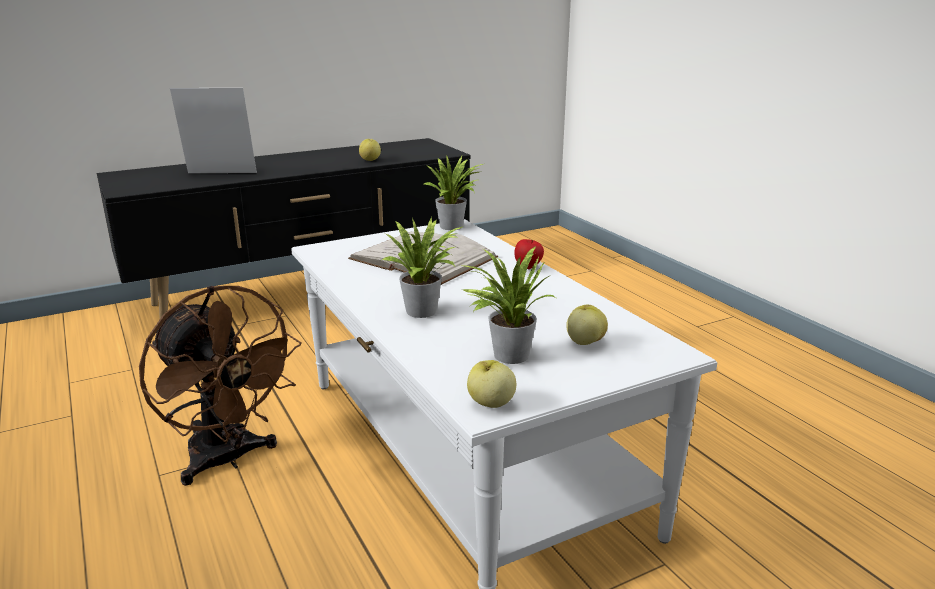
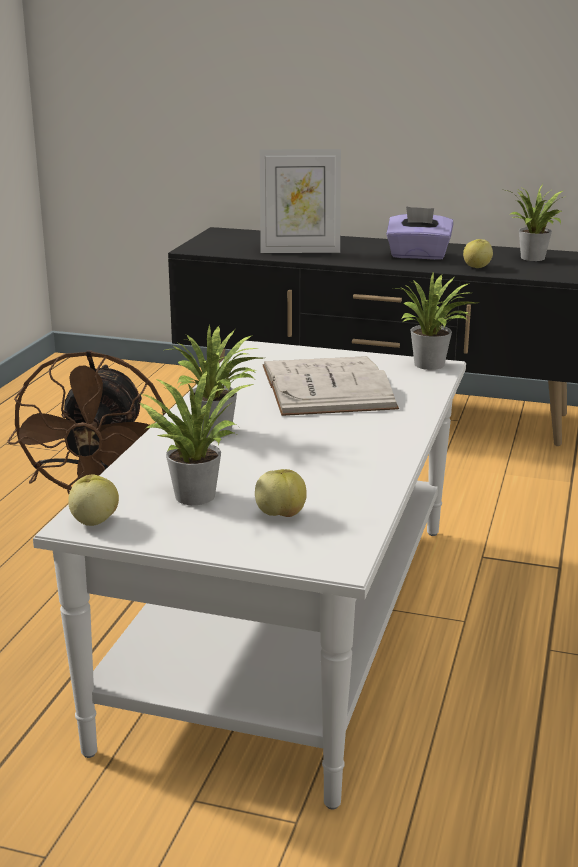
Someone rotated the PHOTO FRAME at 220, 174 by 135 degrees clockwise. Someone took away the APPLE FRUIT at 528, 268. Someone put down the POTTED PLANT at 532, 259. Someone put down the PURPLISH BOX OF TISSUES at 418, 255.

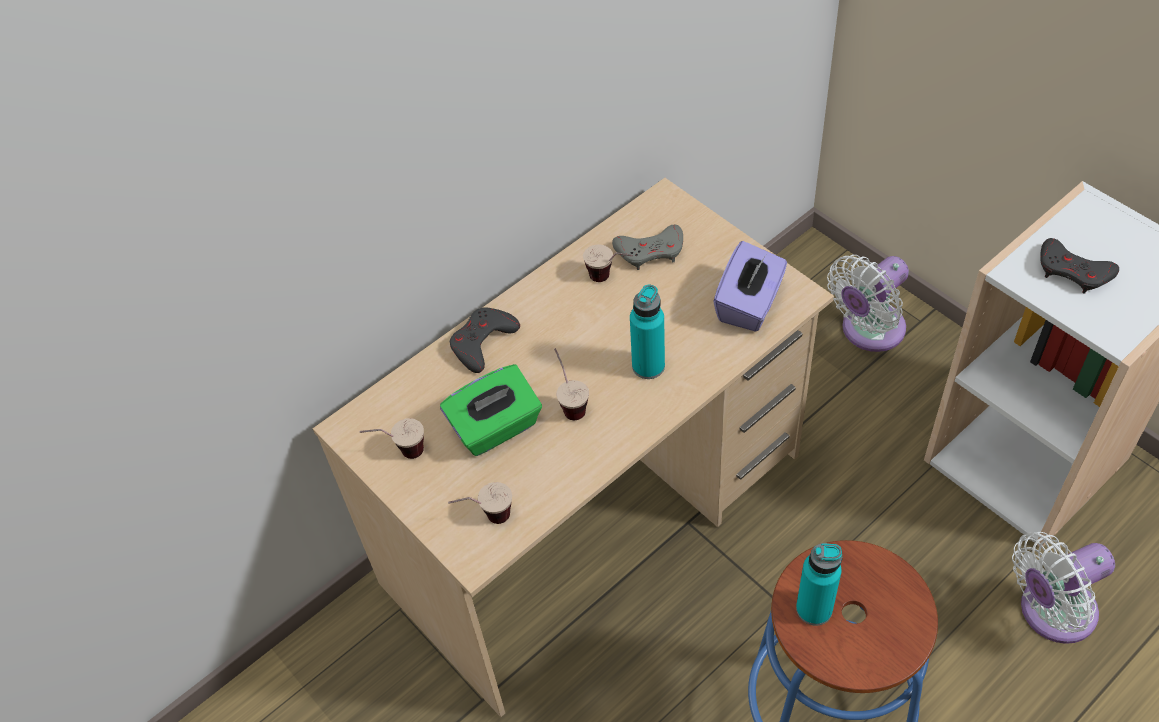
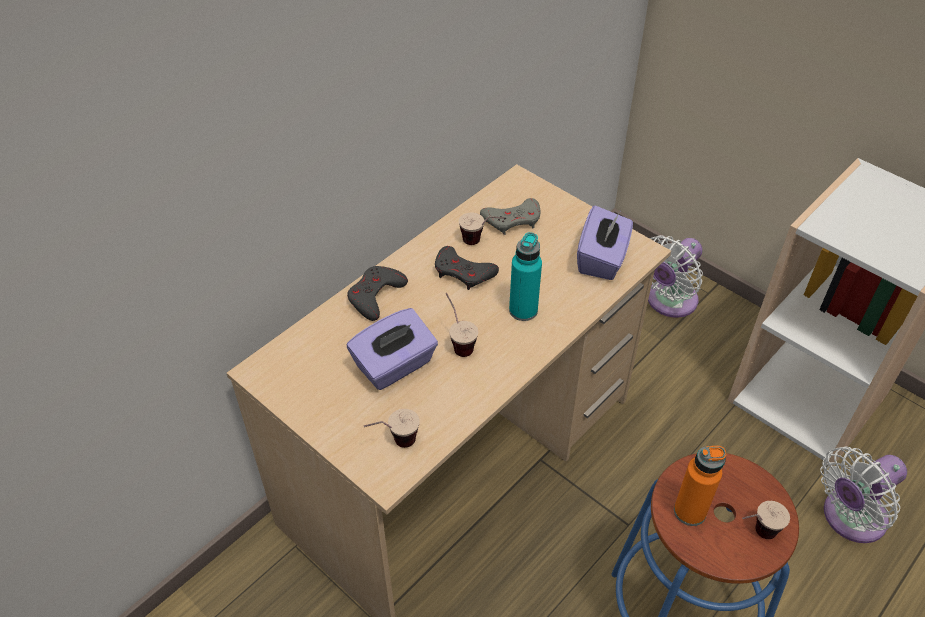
Someone carried the GREYISH GAME CONTROLLER from 1073, 271 to 463, 272. Someone repainted the GREENISH BOX OF TISSUES at 496, 428, which became the PURPLISH BOX OF TISSUES at 395, 366. Someone carried the CUP from 399, 453 to 754, 534. Someone repainted the TURQUOISE-COLOURED BEVERAGE BOTTLE at 814, 609, which became the ORANGE-COLOURED BEVERAGE BOTTLE at 689, 511.

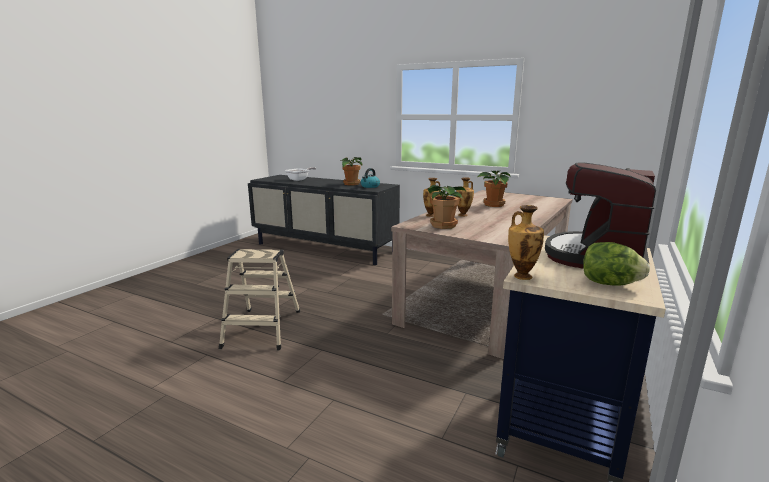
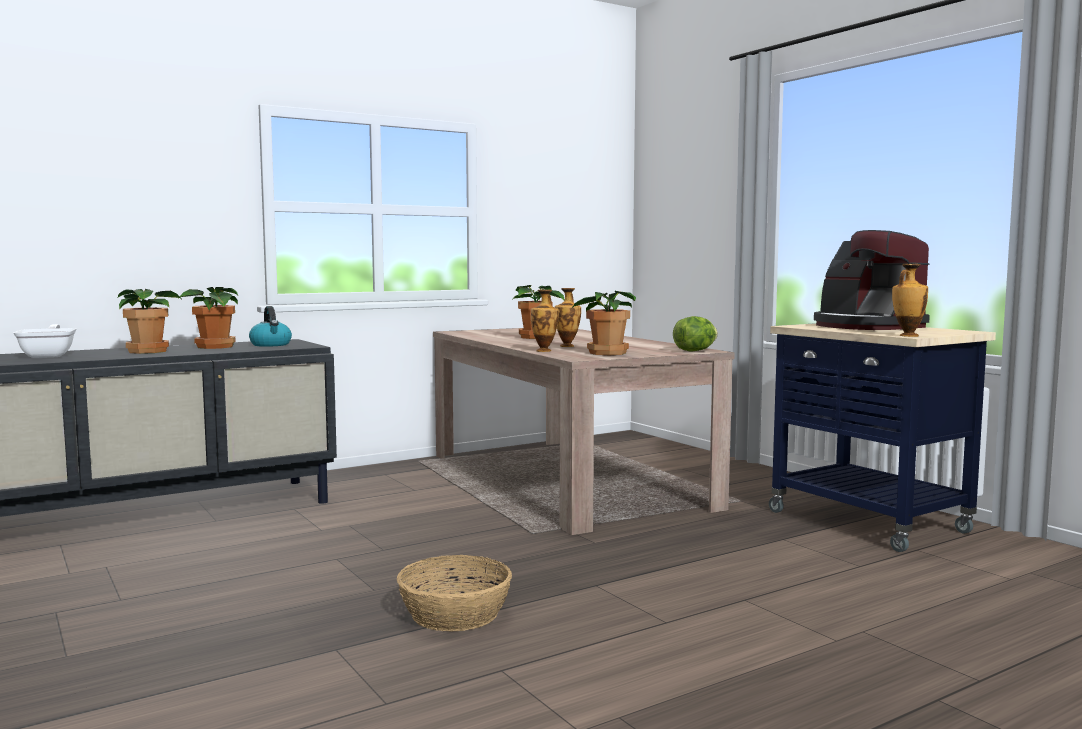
Someone carried the LETTUCE HEAD from 609, 284 to 695, 351. Someone swapped the SAND-COLOURED STEP STOOL at 263, 328 for the HOUSEHOLD BASKET at 454, 613. Someone put down the POTTED PLANT at 148, 351.

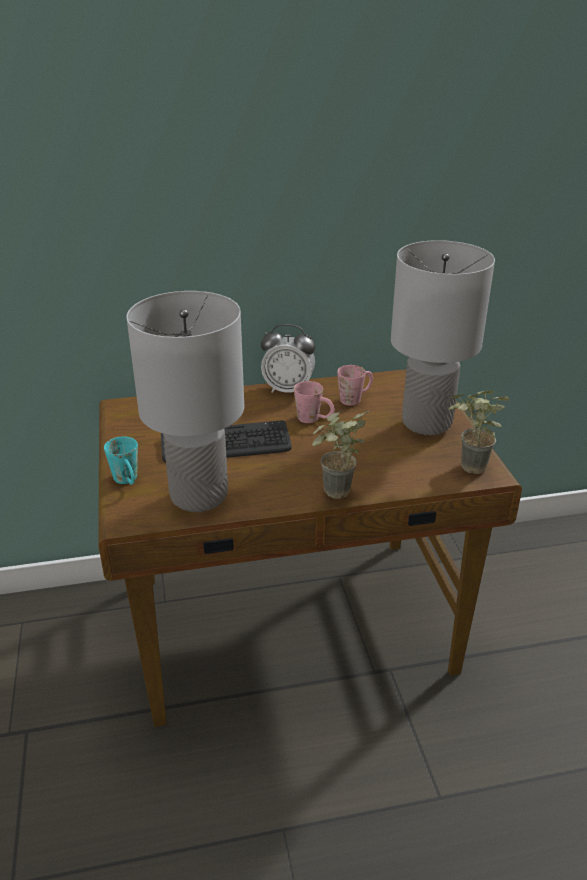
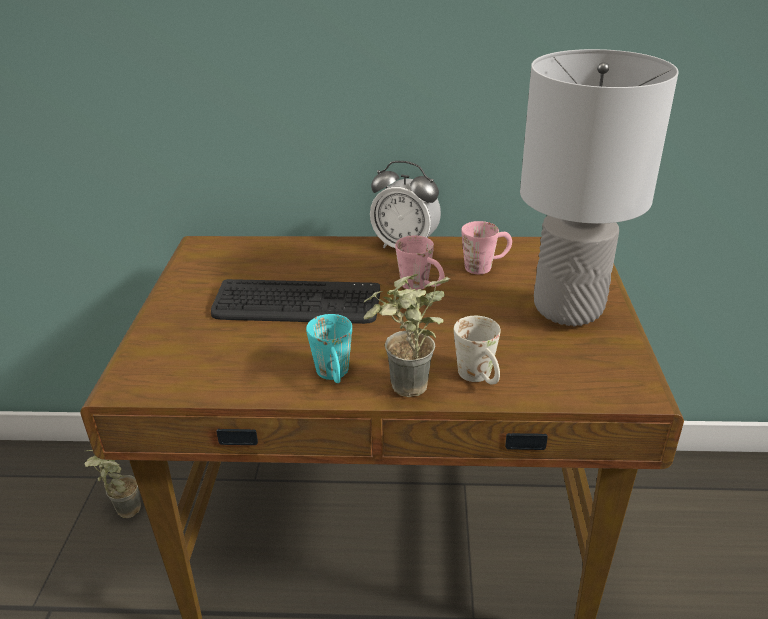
Someone took away the GREYISH LAMP FOR A TABLE at 200, 500. Someone carried the POTTED PLANT from 467, 469 to 121, 511. Someone carried the TURQUOISE-COLOURED COFFEE MUG from 128, 481 to 335, 376. Someone put down the WHITE COFFEE MUG at 480, 378.

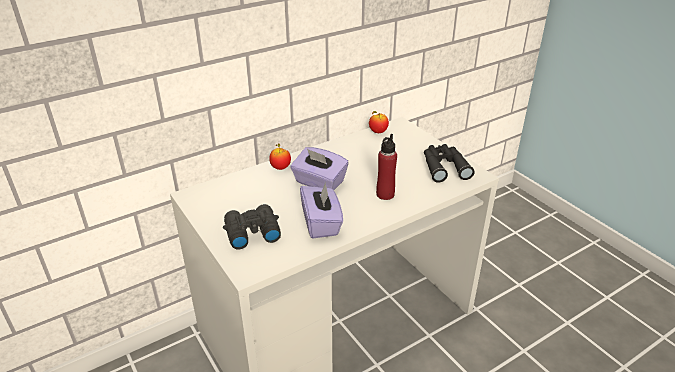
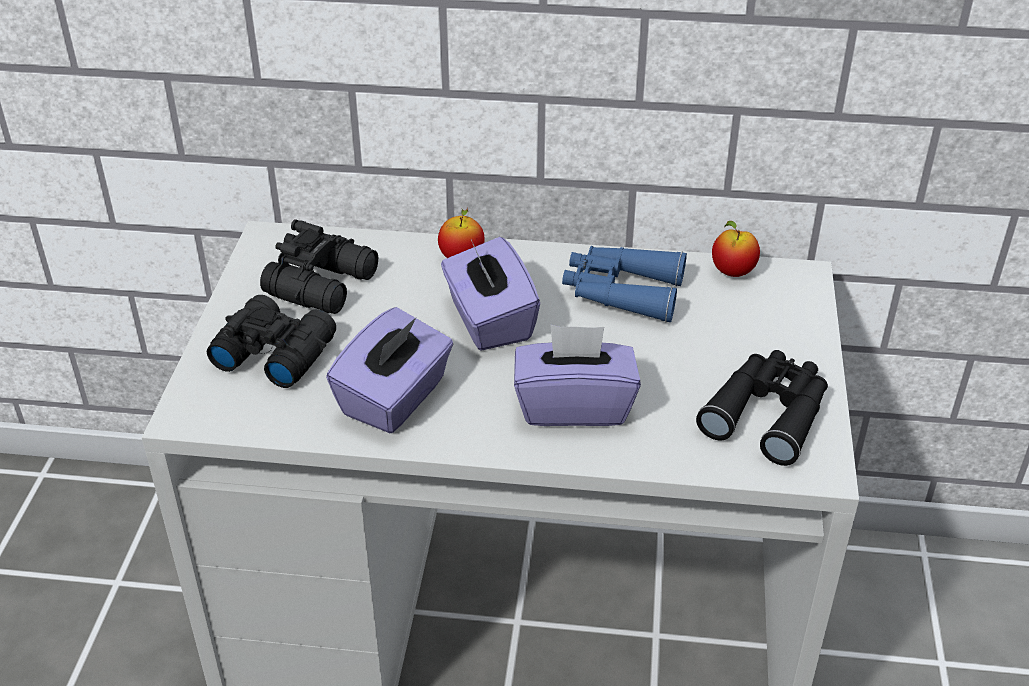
Someone swapped the REDDISH BEVERAGE BOTTLE at 385, 194 for the PURPLISH BOX OF TISSUES at 574, 405. Someone put down the BLACK FIELD GLASSES at 325, 284. Someone put down the BLUE FIELD GLASSES at 621, 292.

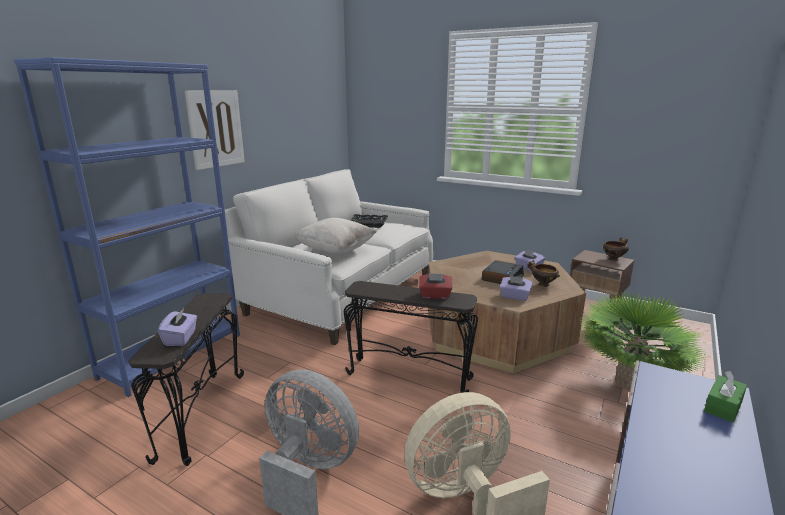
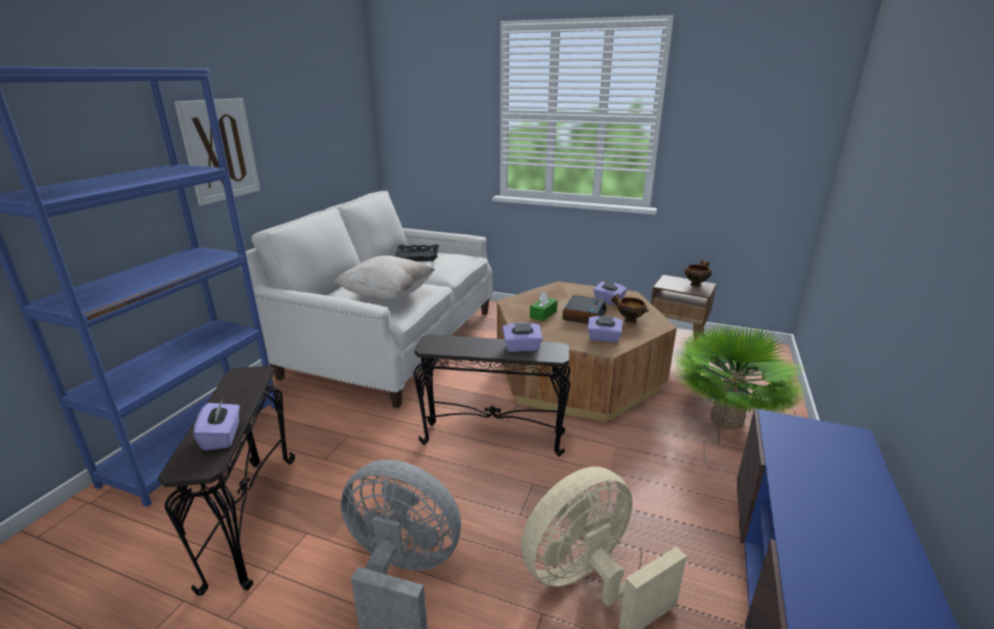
Someone repainted the REDDISH BOX OF TISSUES at 435, 295, which became the PURPLISH BOX OF TISSUES at 522, 348. Someone carried the GREENISH BOX OF TISSUES from 723, 406 to 543, 314.

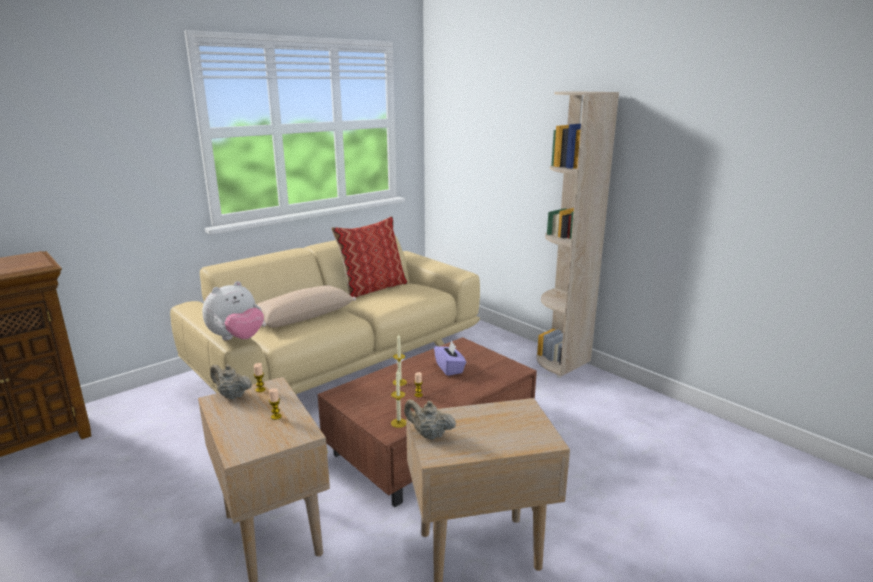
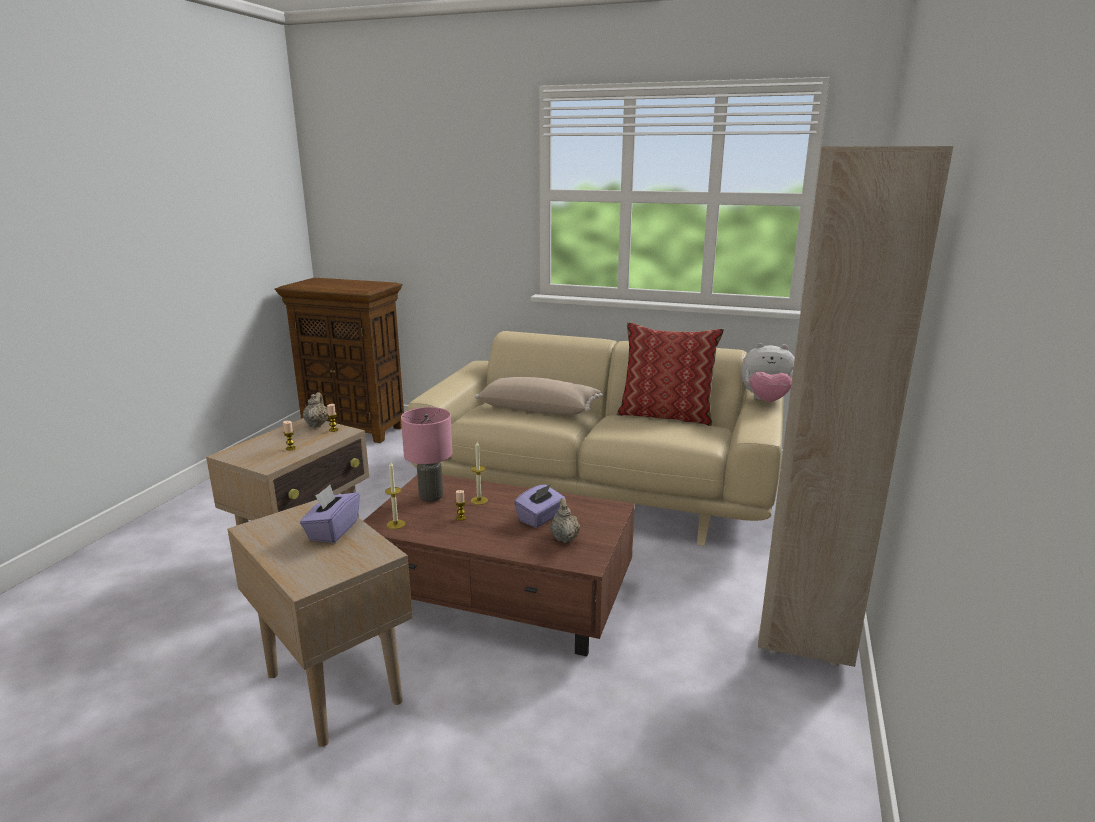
Someone carried the CUDDLY TOY from 237, 338 to 766, 401. Someone carried the SAND-COLOURED POT FOR TEA from 429, 434 to 564, 537. Someone put down the PINK-COLOURED LAMP FOR A TABLE at 430, 498. Someone put down the PURPLISH BOX OF TISSUES at 332, 530.

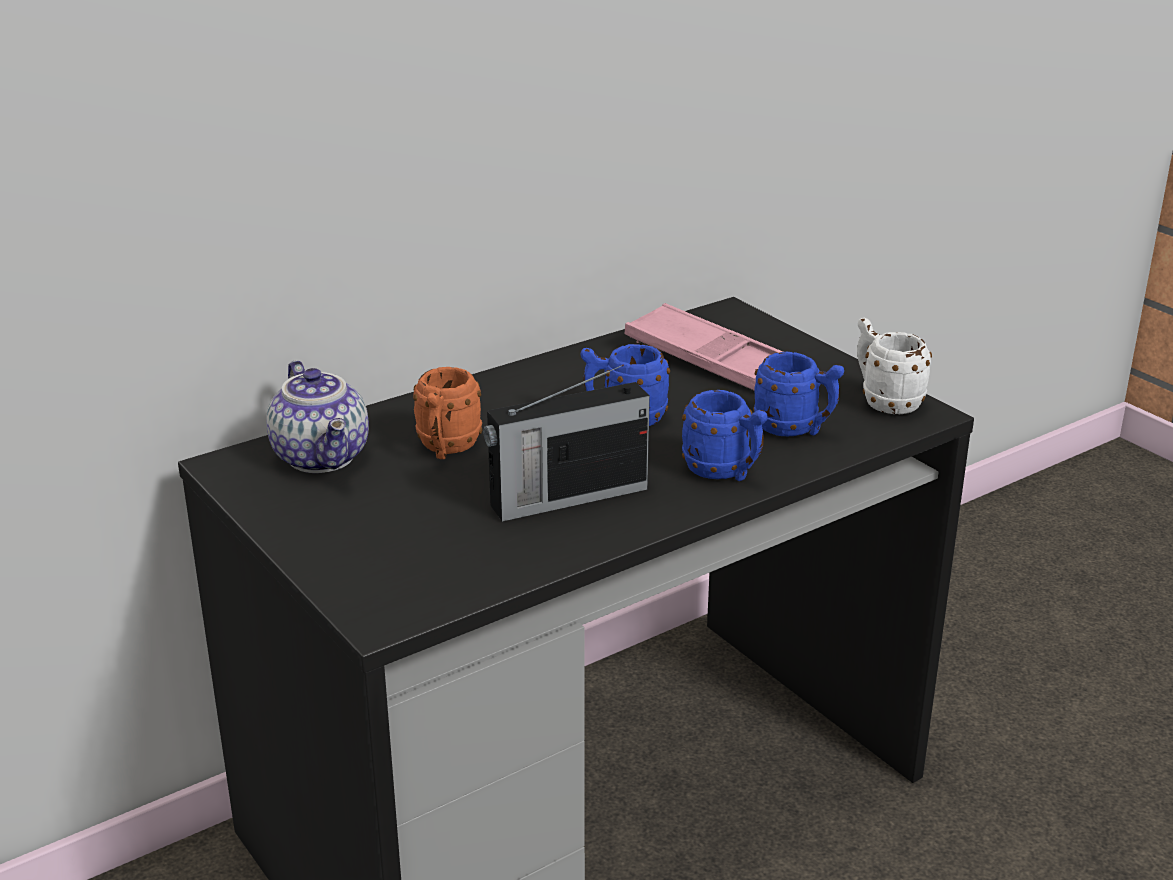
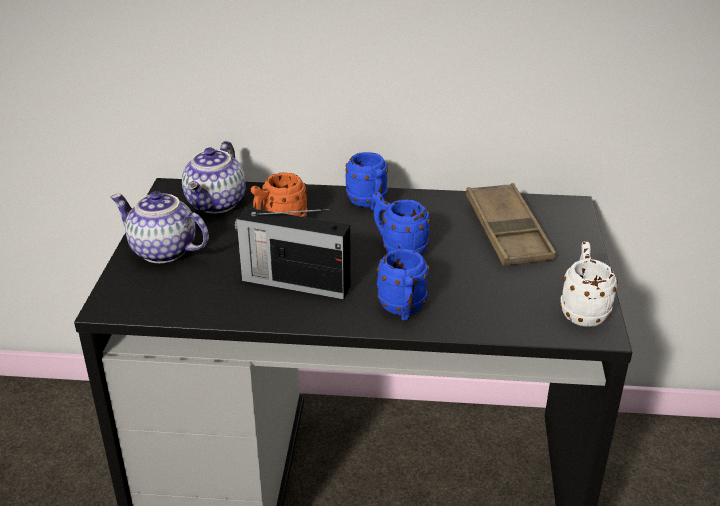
Someone repainted the PINK-COLOURED SERVING TRAY at 708, 359, which became the BROWNISH SERVING TRAY at 507, 232. Someone carried the BLUE COFFEE MUG from 795, 429 to 369, 204. Someone put down the POT FOR TEA at 162, 251.

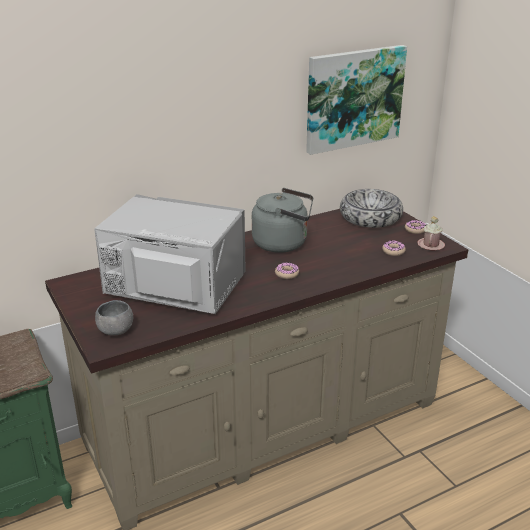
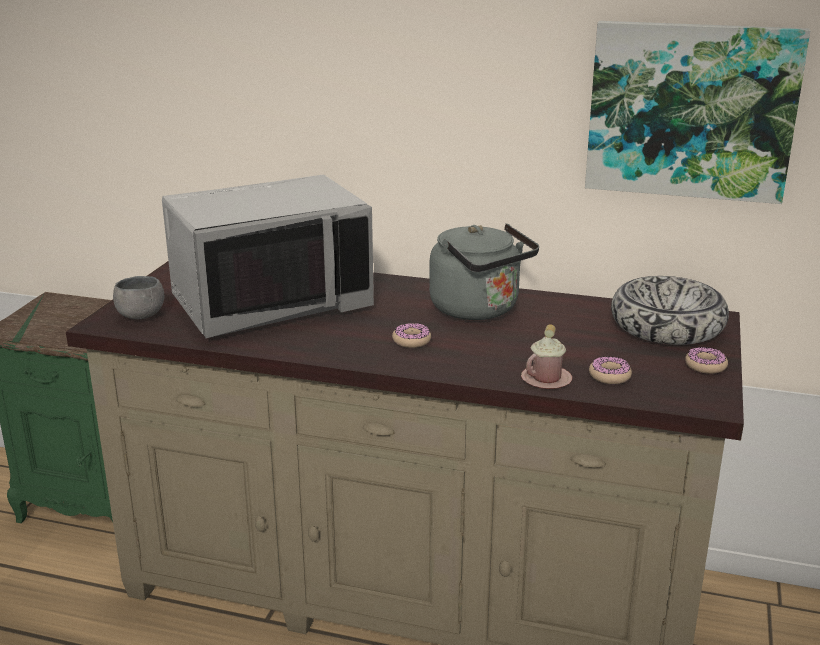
Someone rotated the GREYISH MICROWAVE OVEN at 174, 287 by 90 degrees clockwise. Someone carried the PINK-COLOURED COFFEE MUG from 430, 245 to 546, 379.

